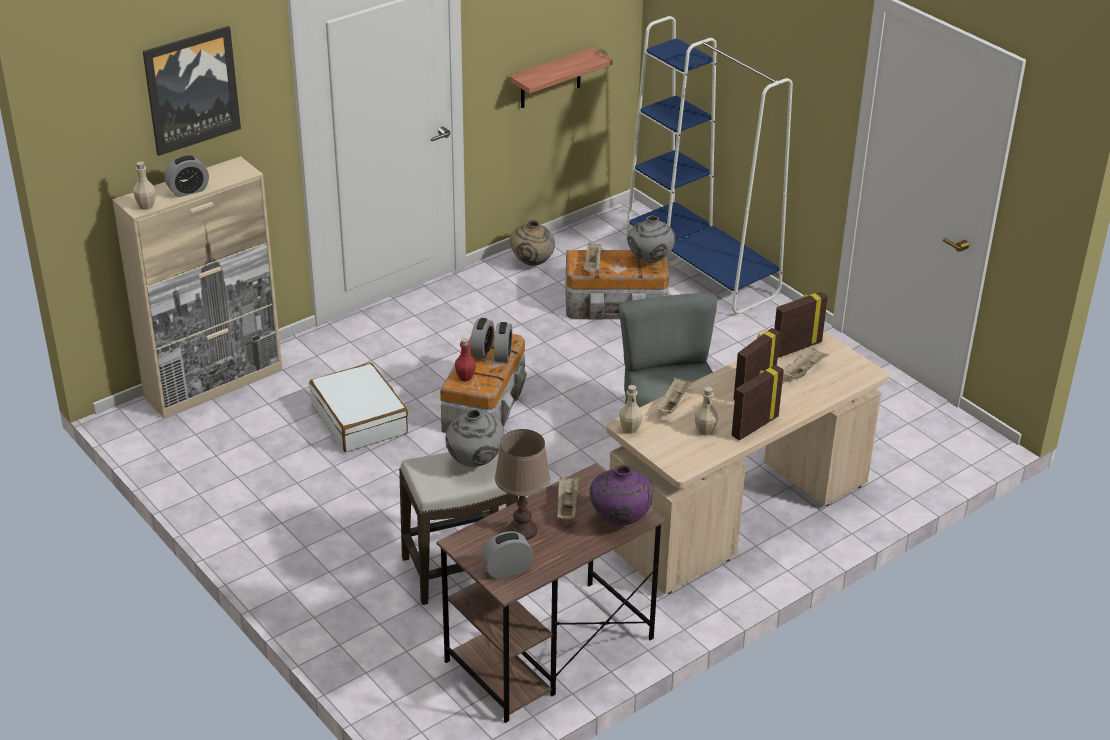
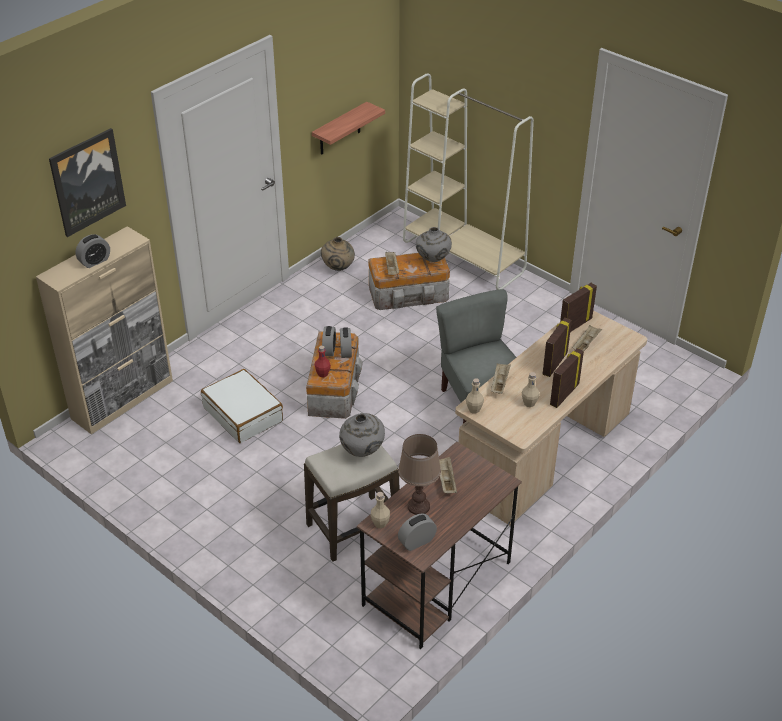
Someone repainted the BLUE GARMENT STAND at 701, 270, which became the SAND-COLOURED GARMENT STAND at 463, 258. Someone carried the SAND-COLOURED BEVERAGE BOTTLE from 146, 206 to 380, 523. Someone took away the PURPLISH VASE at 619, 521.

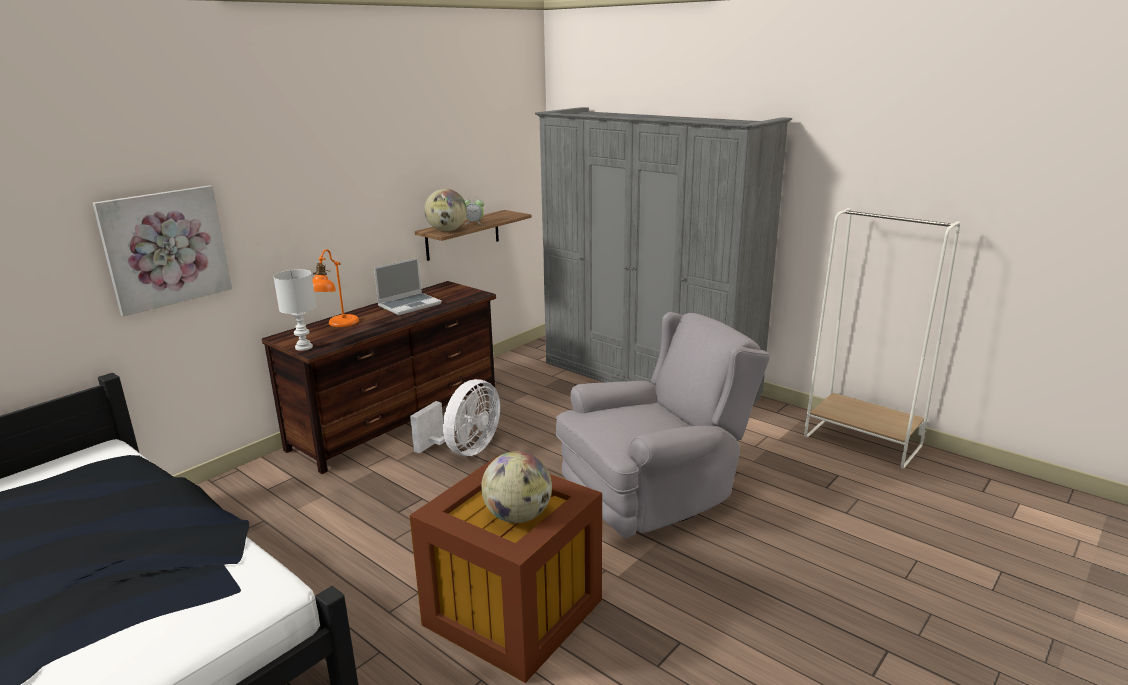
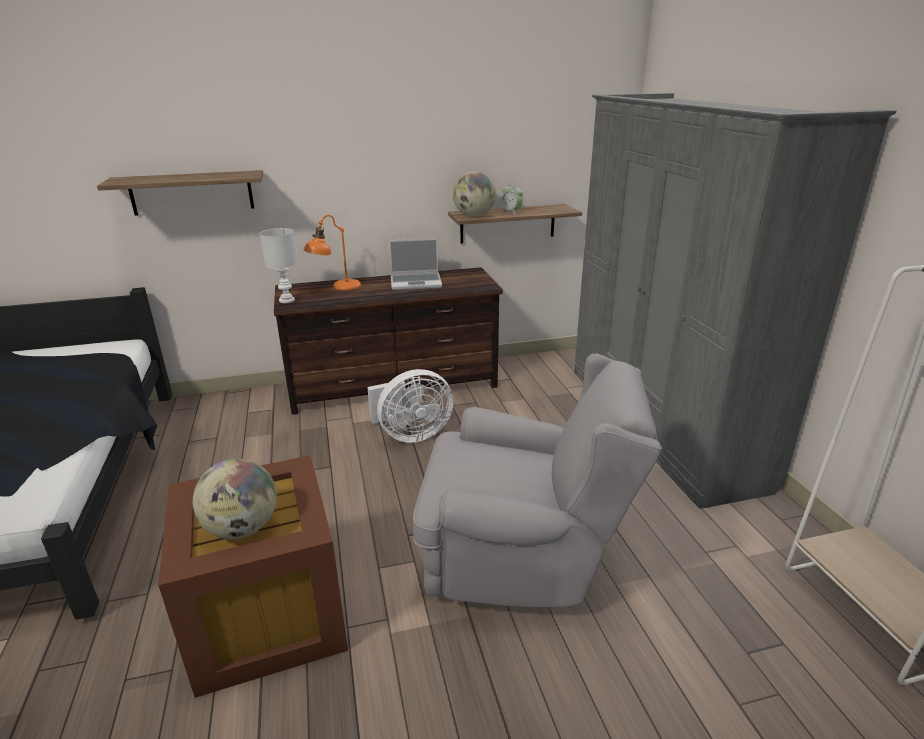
Someone swapped the WALL ART at 165, 248 for the SHELF at 192, 192.

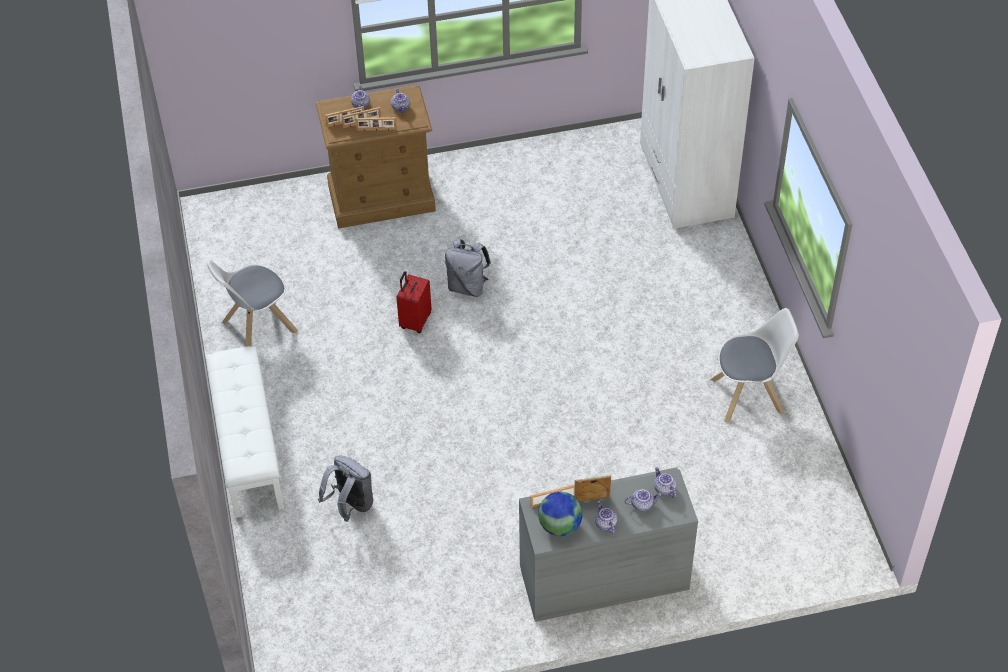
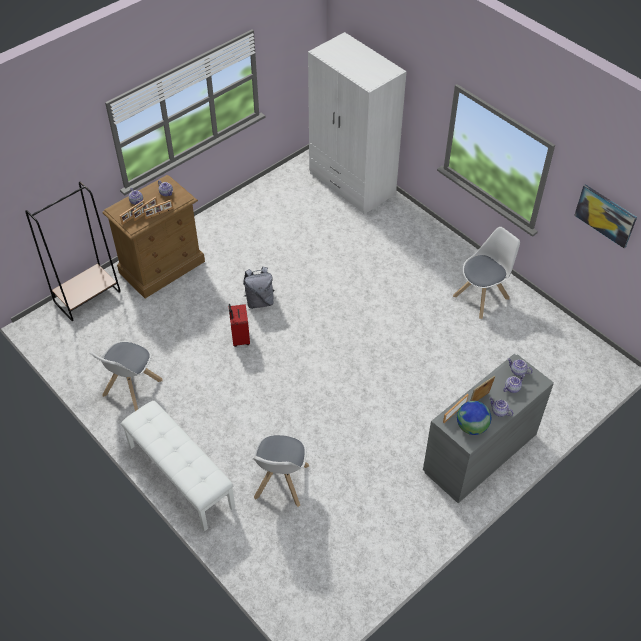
Someone swapped the GREYISH BACKPACK at 350, 505 for the PLAIN CHAIR at 281, 483. Someone put down the GARMENT STAND at 87, 297. Someone put up the WALL ART at 605, 215.

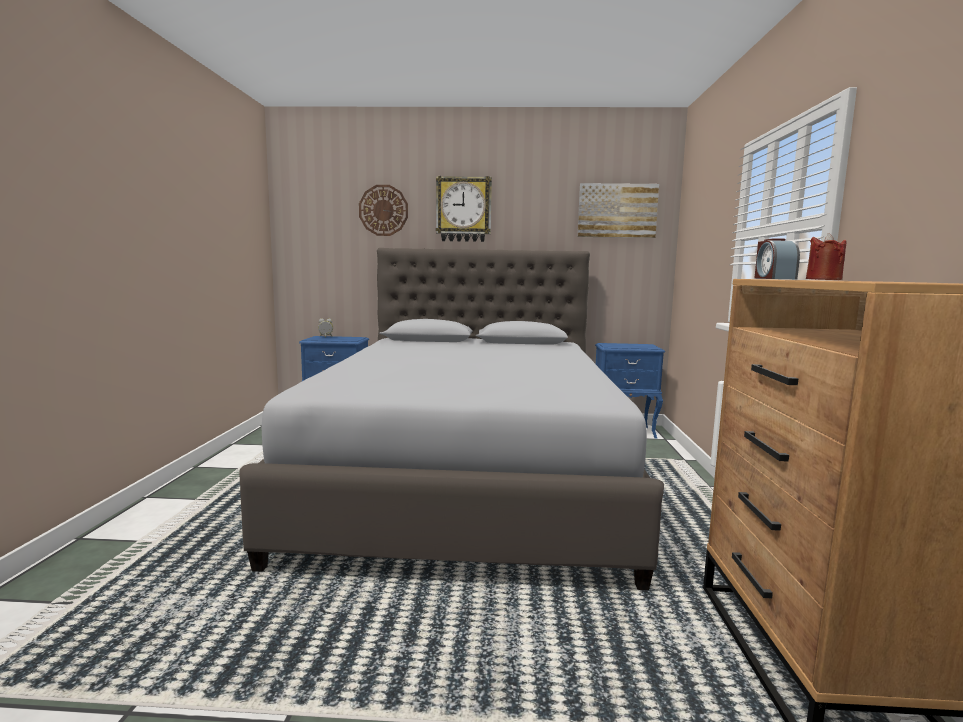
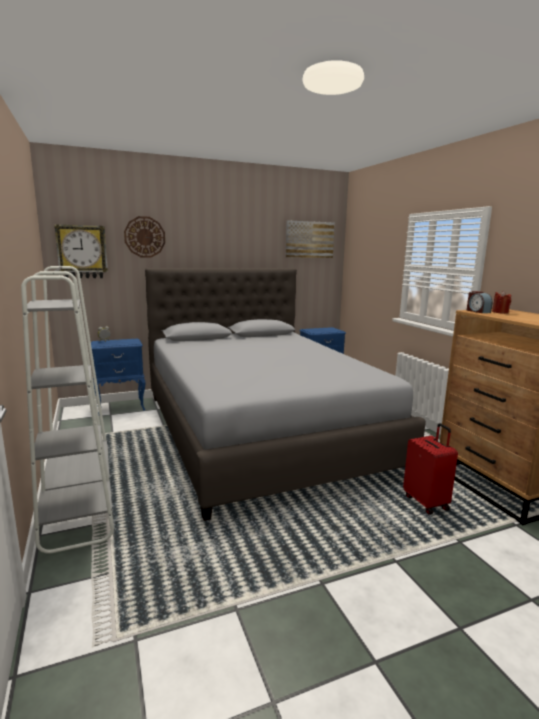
Someone carried the WALL CLOCK from 463, 209 to 82, 252. Someone put down the GREYISH GARMENT STAND at 79, 500. Someone put down the REDDISH TRAVEL CASE at 426, 502.

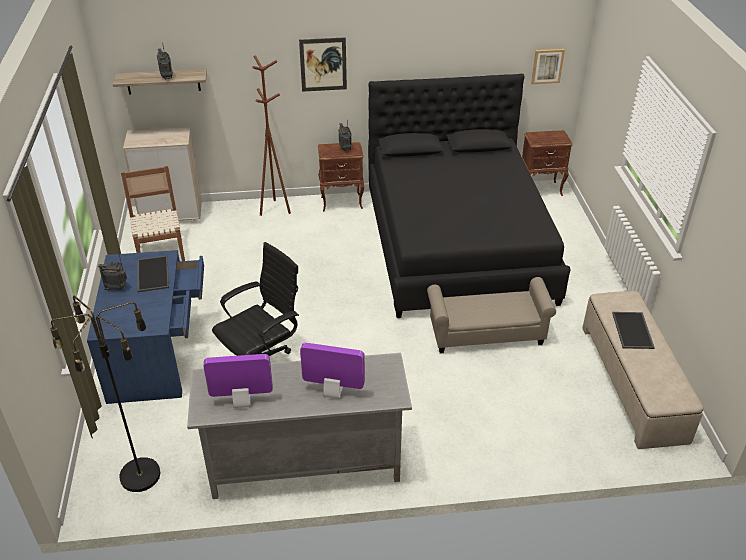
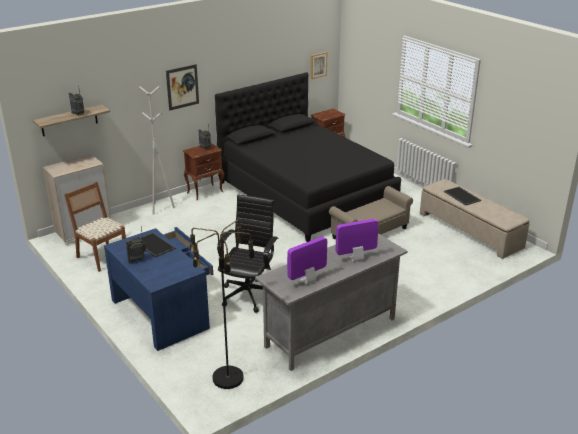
Someone repainted the BROWNISH GARMENT STAND at 275, 209, which became the GREYISH GARMENT STAND at 161, 208.

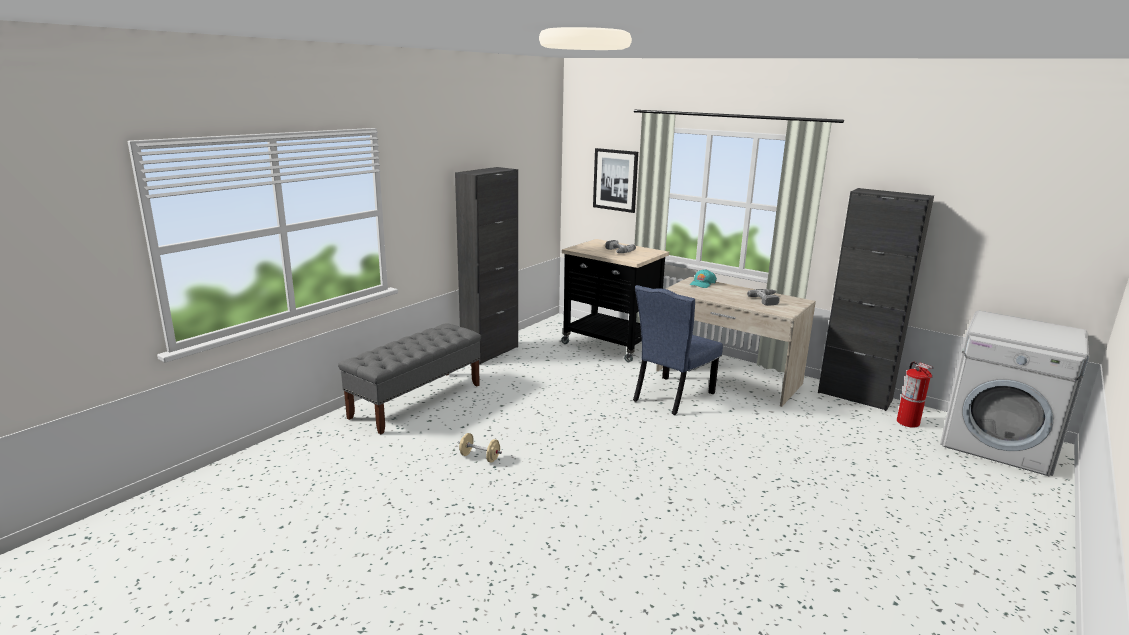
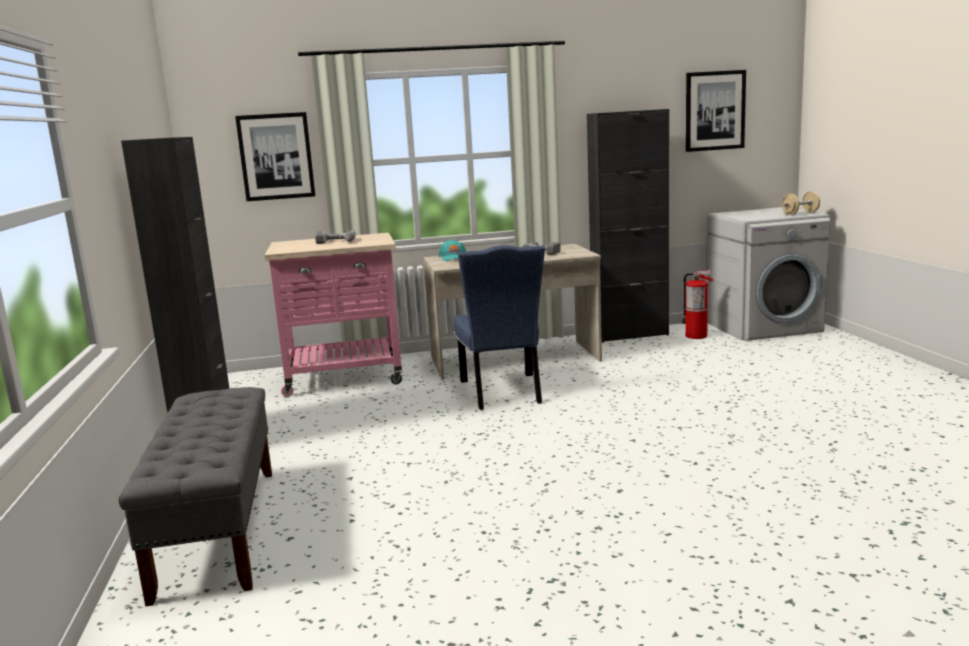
Someone repainted the BLACK WHEELED CART at 611, 345, which became the PINK-COLOURED WHEELED CART at 344, 378. Someone carried the SAND-COLOURED HAND WEIGHT from 480, 457 to 800, 213. Someone put up the WALL ART at 714, 111.

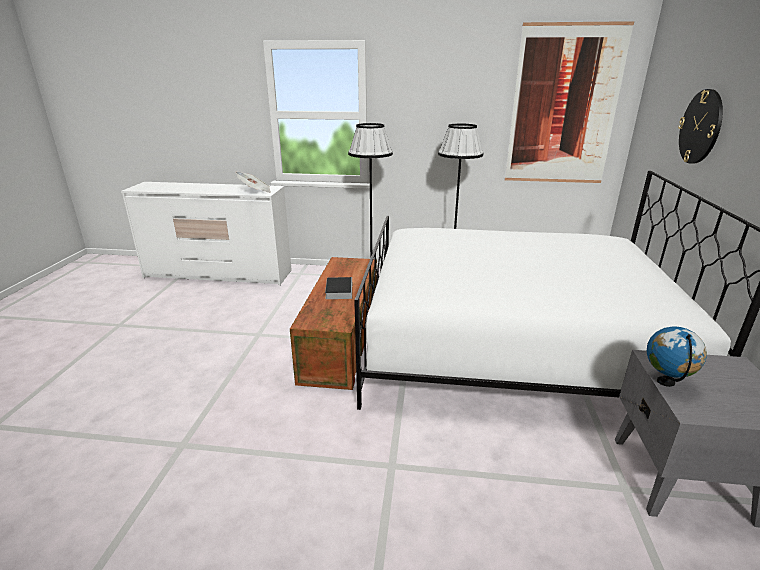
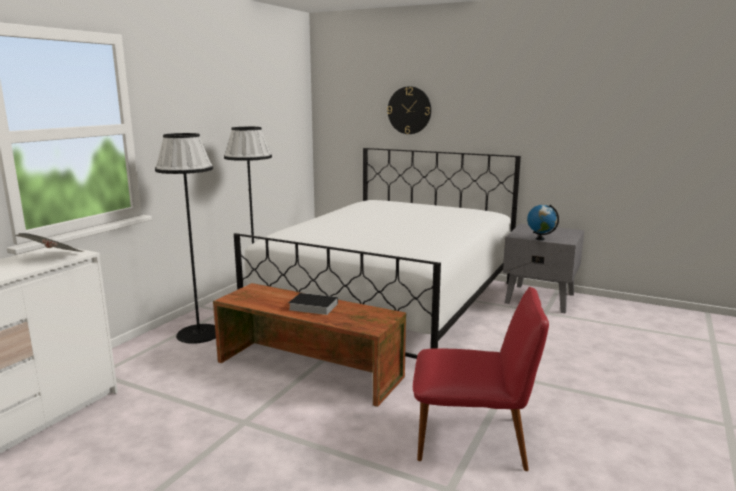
Someone took away the WALL ART at 563, 107. Someone put down the REDDISH PLAIN CHAIR at 471, 438.

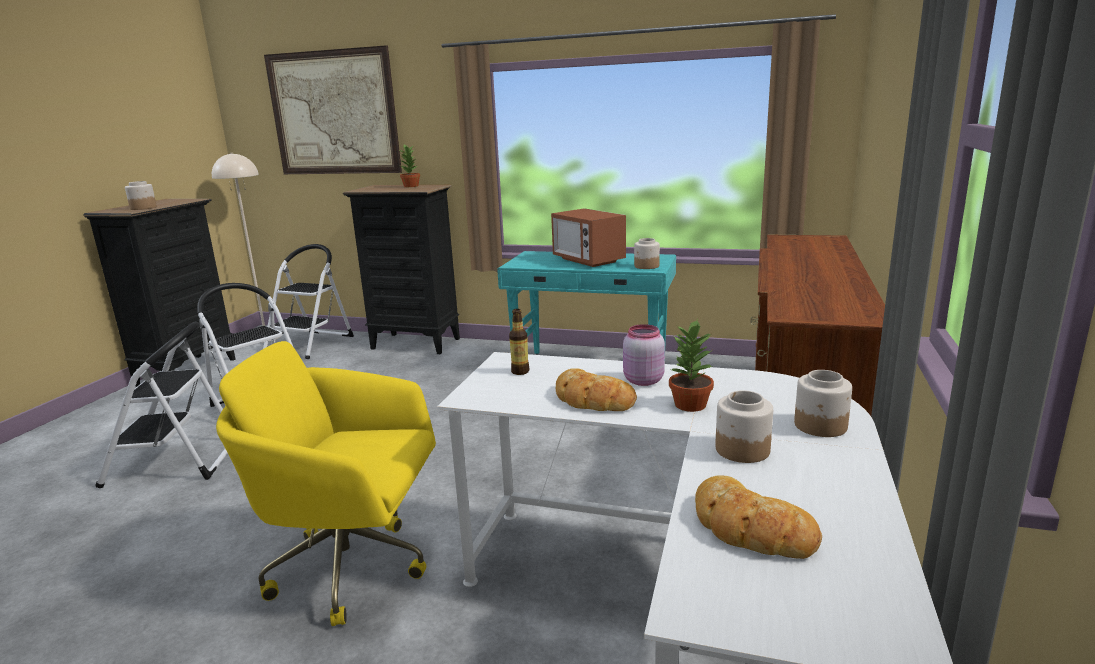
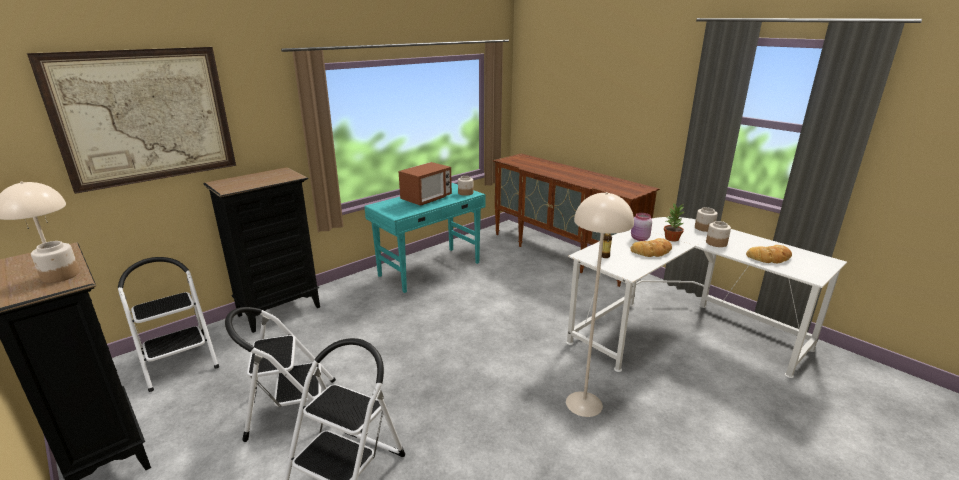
Someone took away the POTTED PLANT at 411, 186. Someone rotated the MICROWAVE OVEN at 588, 260 by 45 degrees counterclockwise. Someone swapped the YELLOW-COLOURED OFFICE CHAIR at 356, 570 for the SAND-COLOURED FLOOR LAMP at 583, 403.

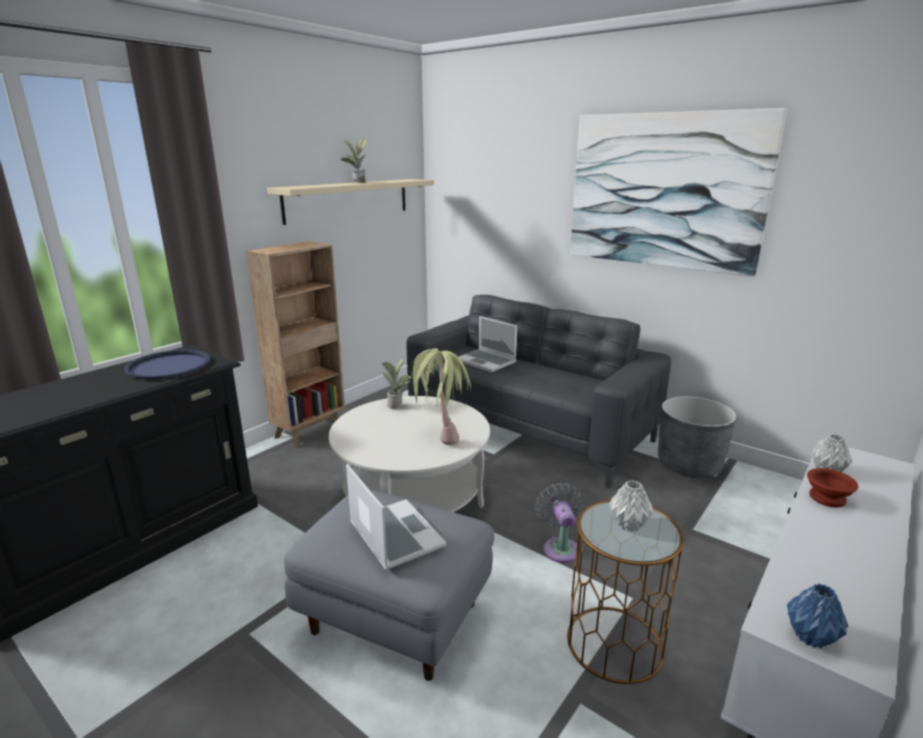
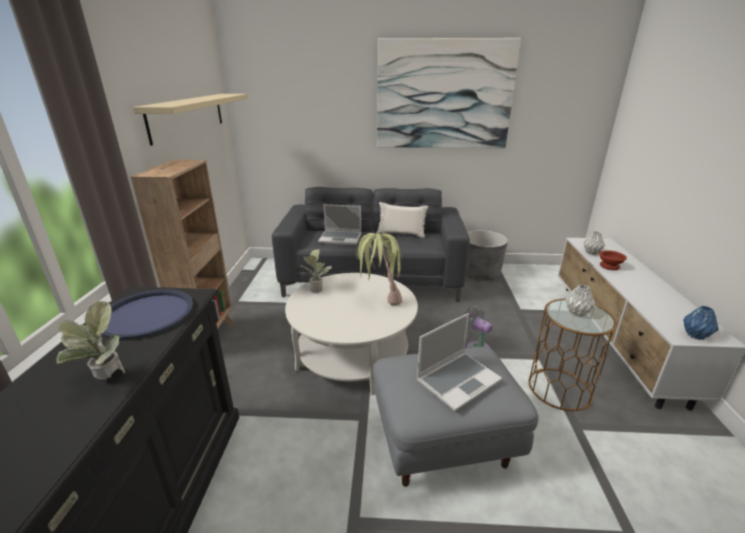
Someone carried the POTTED PLANT from 356, 183 to 105, 381. Someone rotated the NOTEBOOK COMPUTER at 394, 535 by 120 degrees clockwise. Someone put down the WHITE PILLOW at 401, 234.

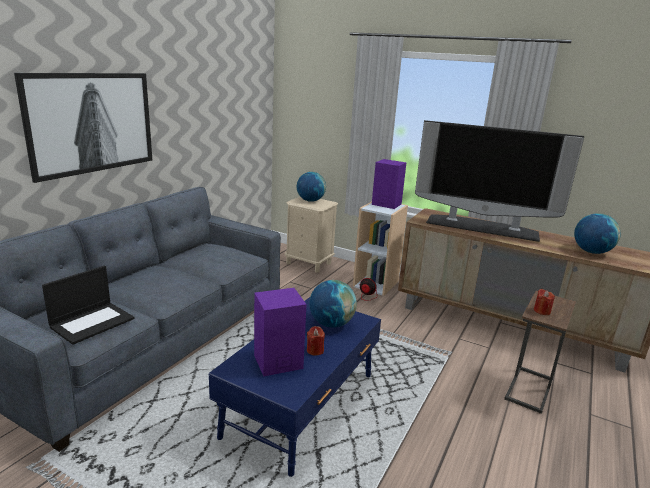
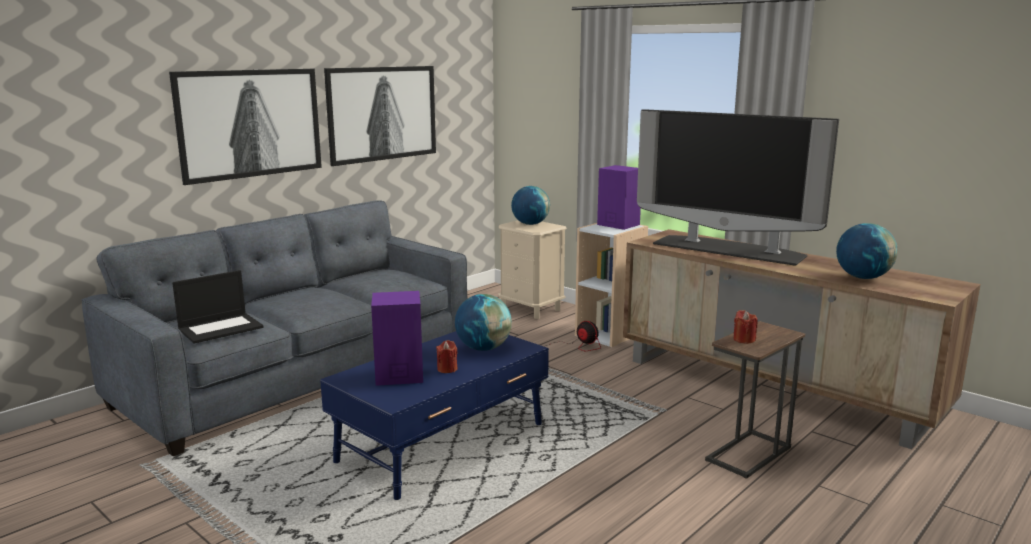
Someone put up the WALL ART at 383, 113.

